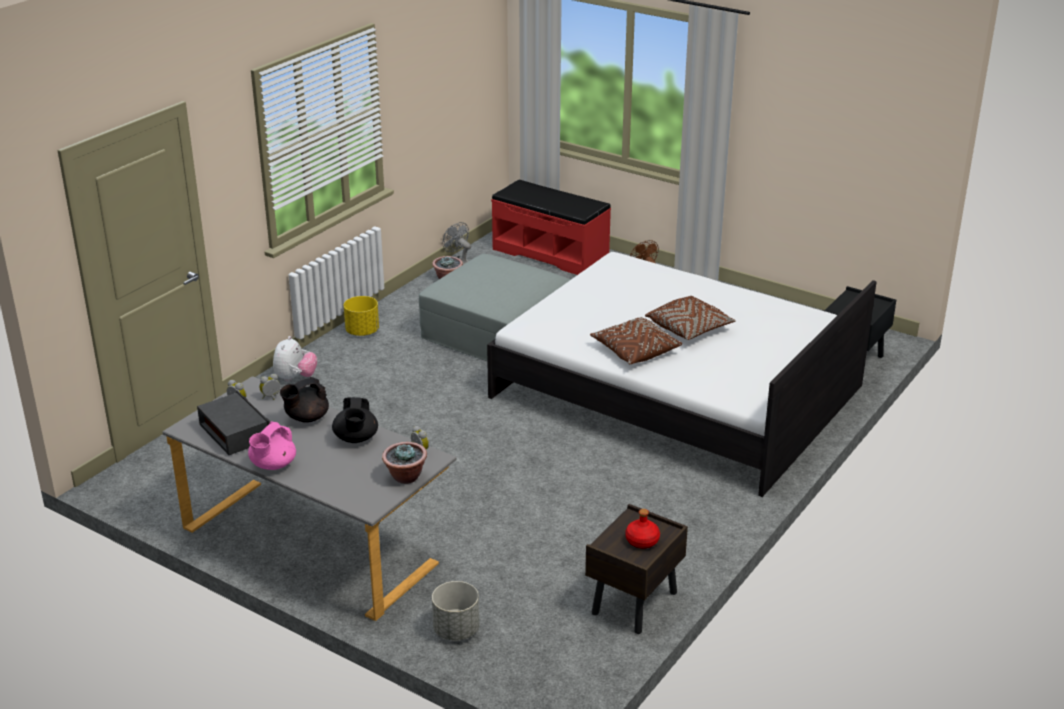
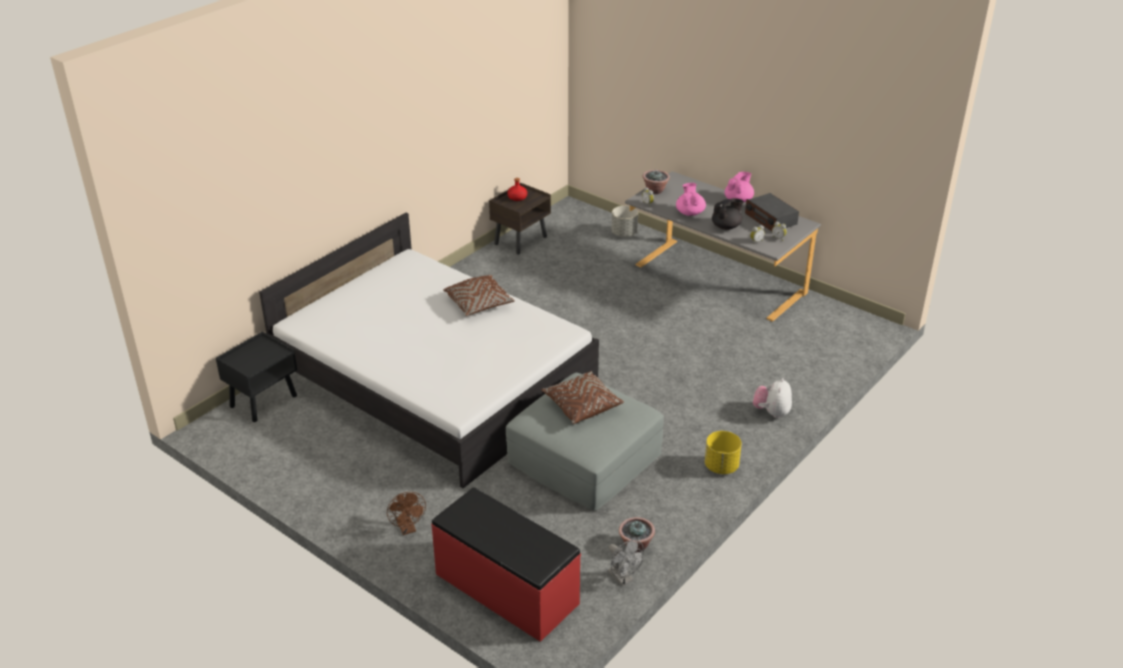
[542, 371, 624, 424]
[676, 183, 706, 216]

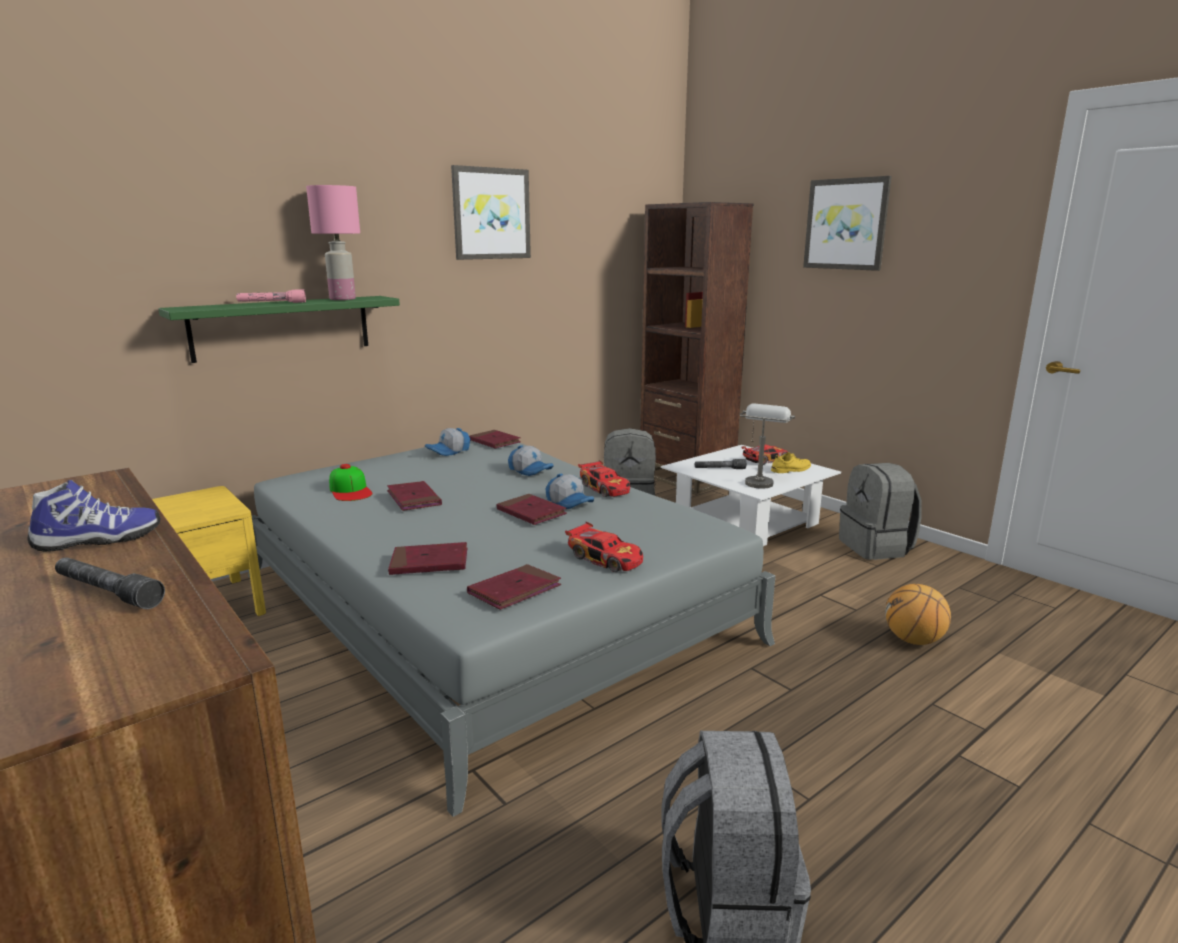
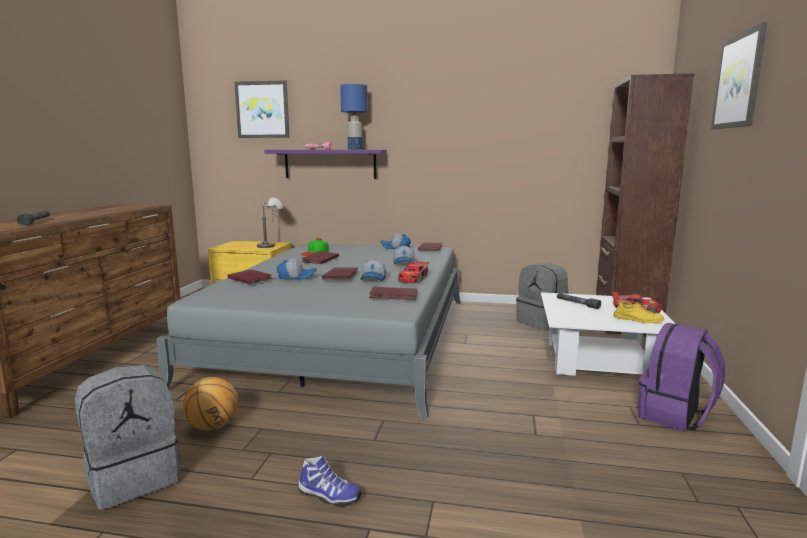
[565, 522, 643, 572] (first image)
[277, 259, 317, 280]
[298, 456, 362, 507]
[234, 80, 290, 138]
[369, 287, 418, 300]
[257, 198, 283, 248]
[183, 377, 238, 430]
[264, 150, 387, 179]
[340, 84, 368, 149]
[638, 323, 725, 432]

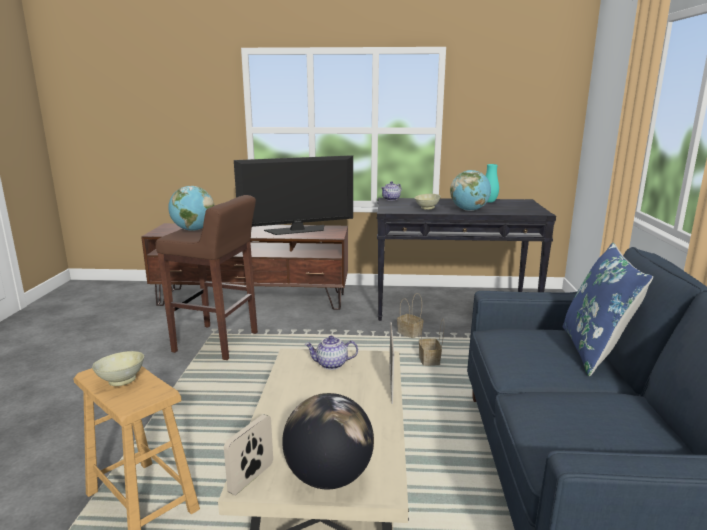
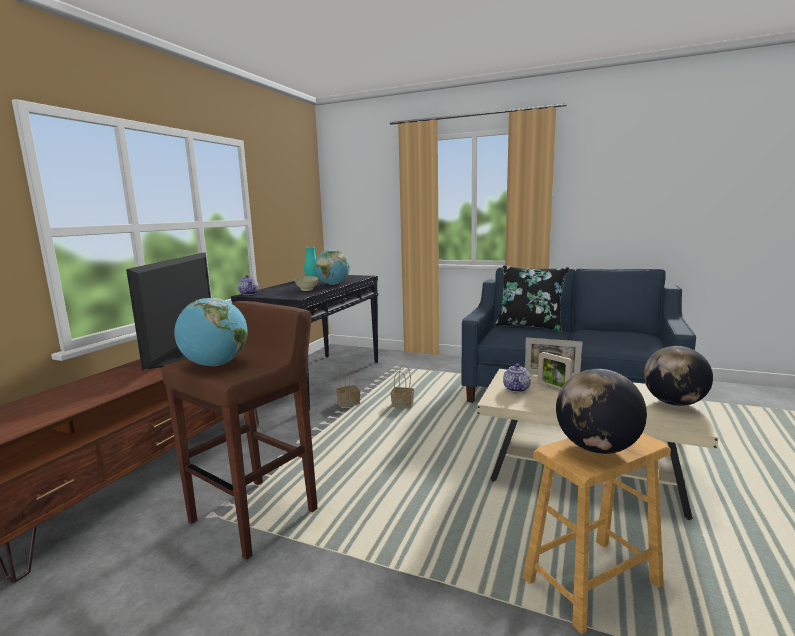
[538, 352, 573, 392]
[556, 369, 647, 454]
[495, 266, 569, 332]

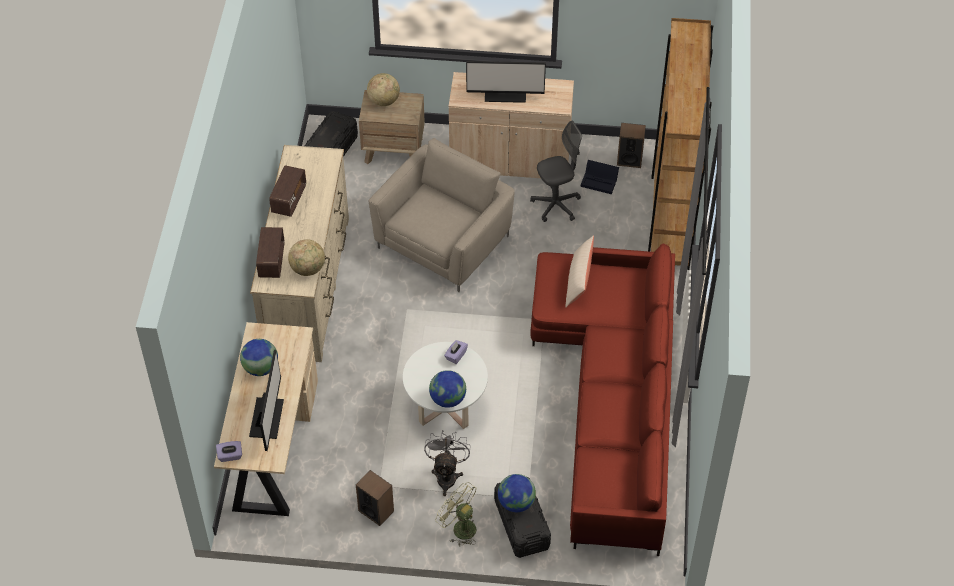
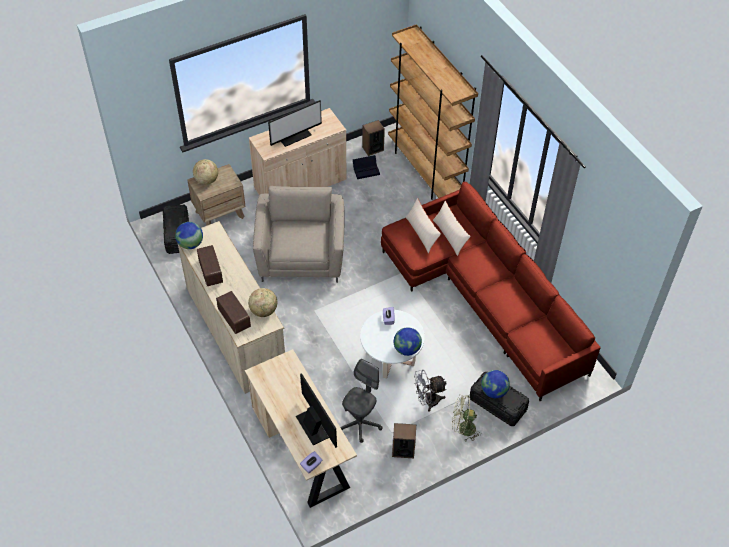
[433, 201, 471, 256]
[175, 222, 203, 249]
[340, 359, 383, 443]
[414, 370, 447, 412]

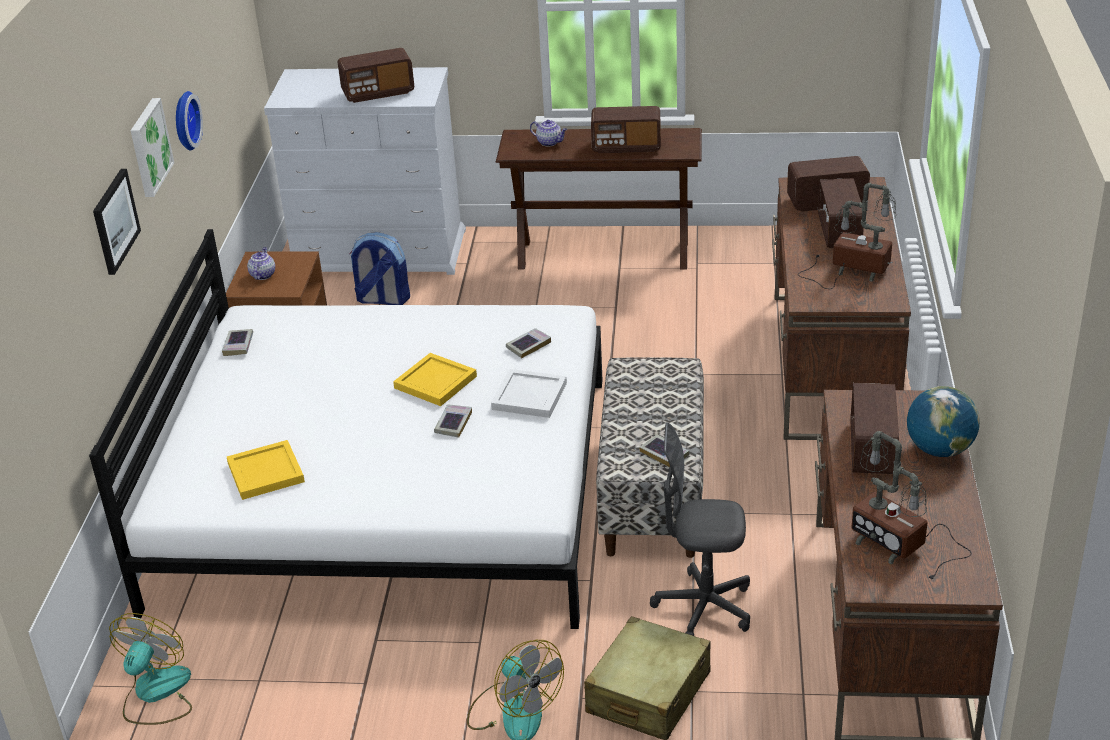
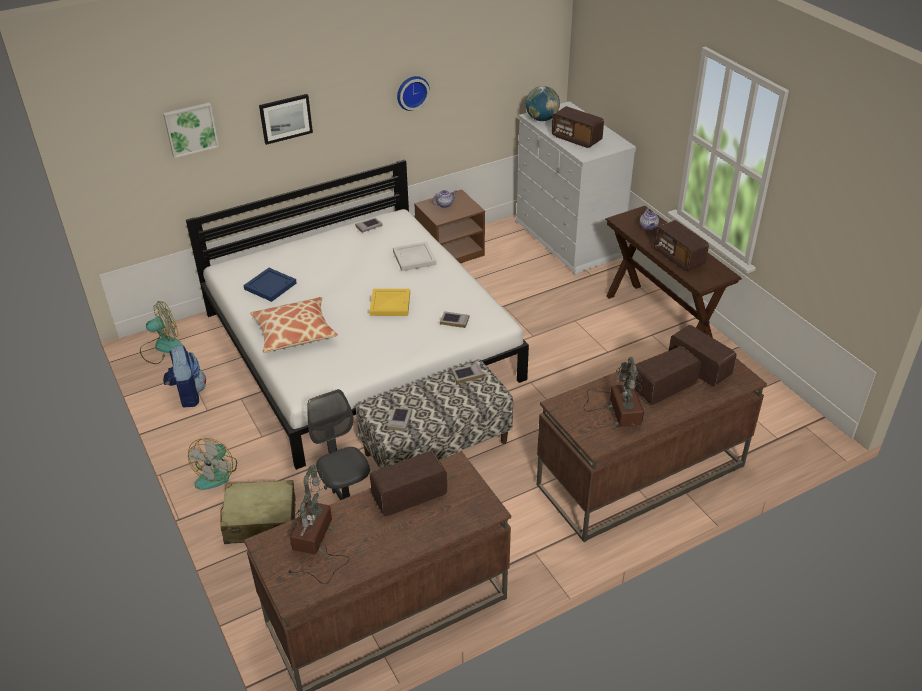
[250, 297, 338, 353]
[163, 103, 219, 158]
[163, 345, 206, 408]
[452, 363, 484, 383]
[393, 242, 436, 271]
[526, 86, 560, 121]
[243, 268, 297, 302]

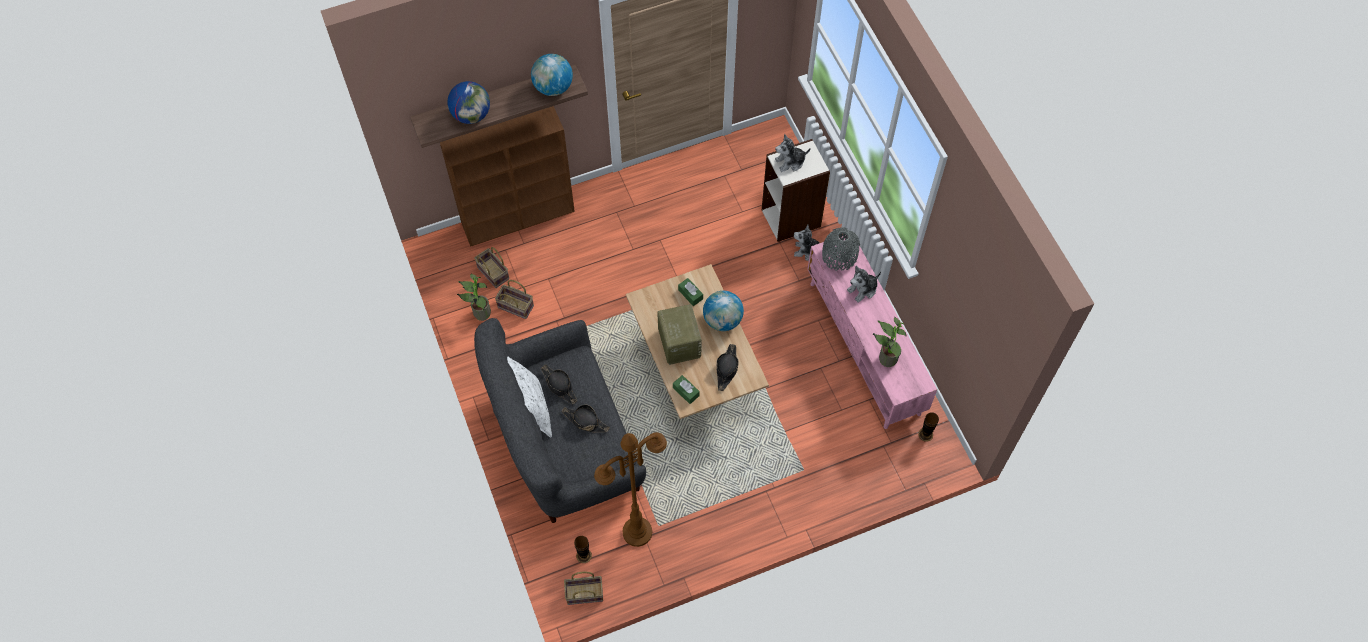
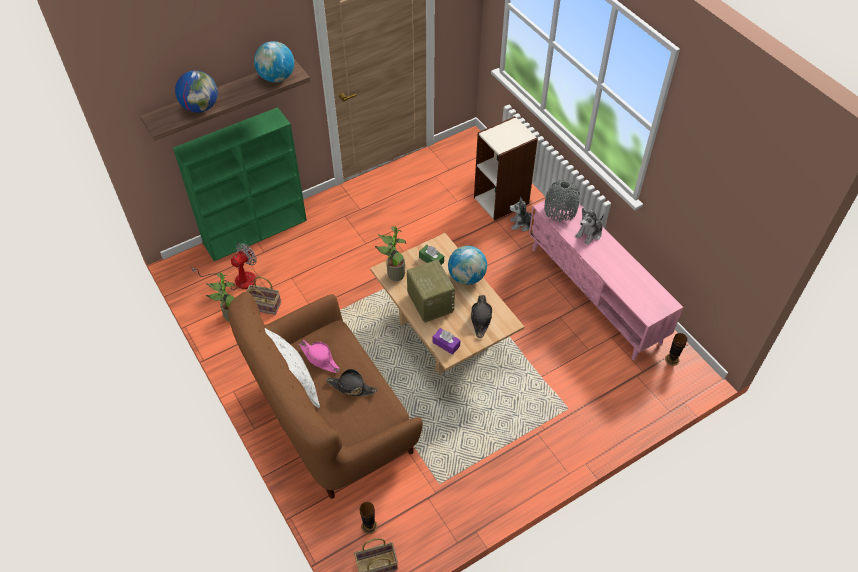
[594, 432, 667, 547] (first image)
[775, 134, 811, 172] (first image)
[375, 226, 406, 281]
[191, 243, 257, 290]
[173, 107, 307, 261]
[228, 292, 423, 499]
[299, 340, 340, 373]
[433, 328, 460, 355]

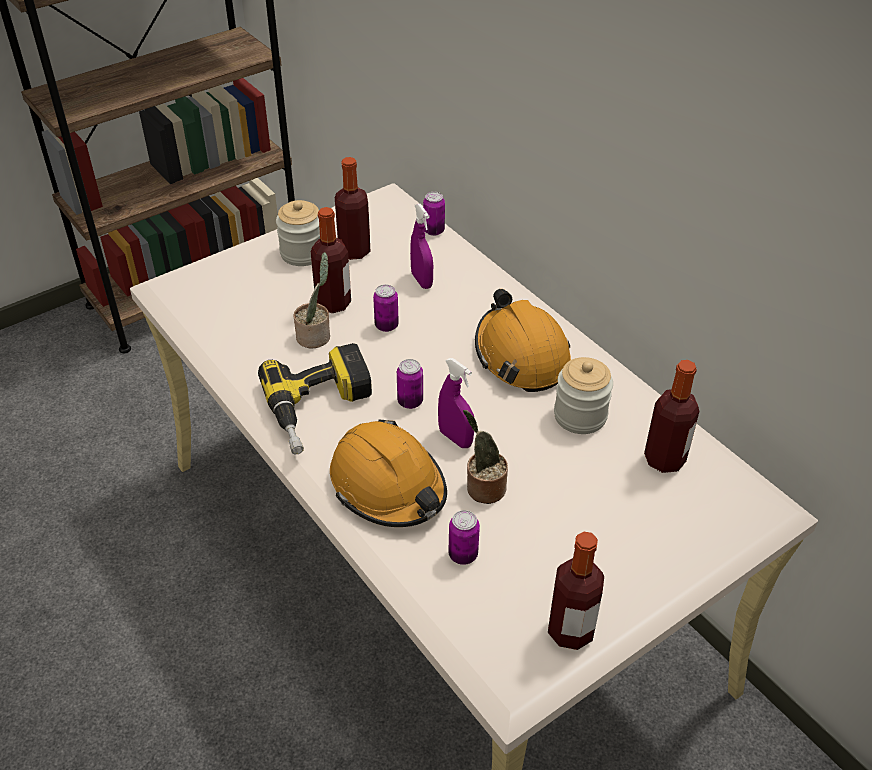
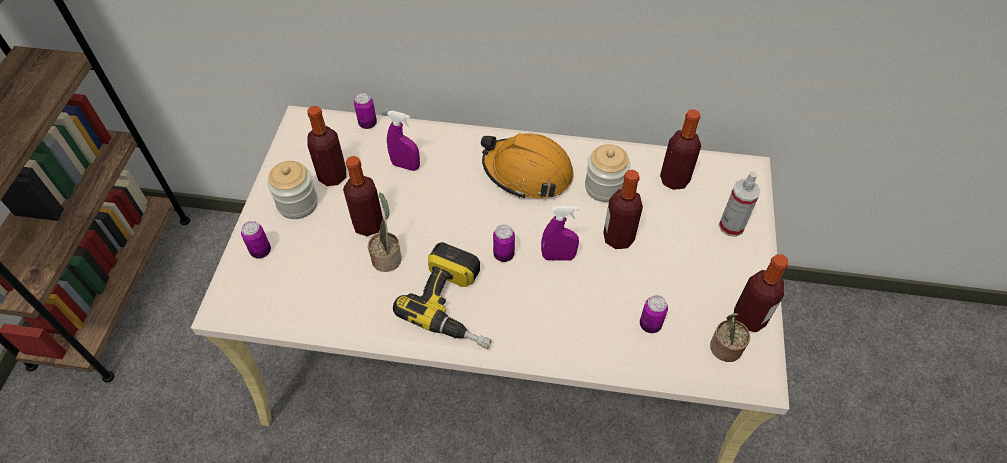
[330, 420, 447, 527] (first image)
[603, 170, 643, 249]
[719, 171, 761, 237]
[241, 221, 271, 258]
[710, 313, 750, 362]

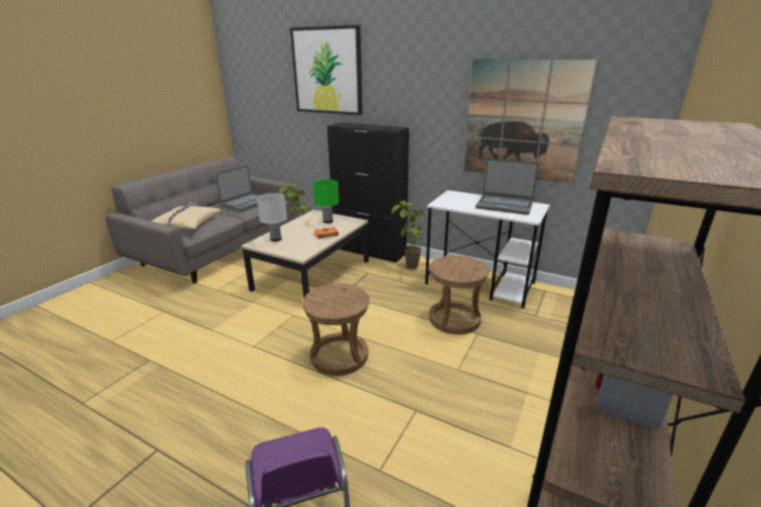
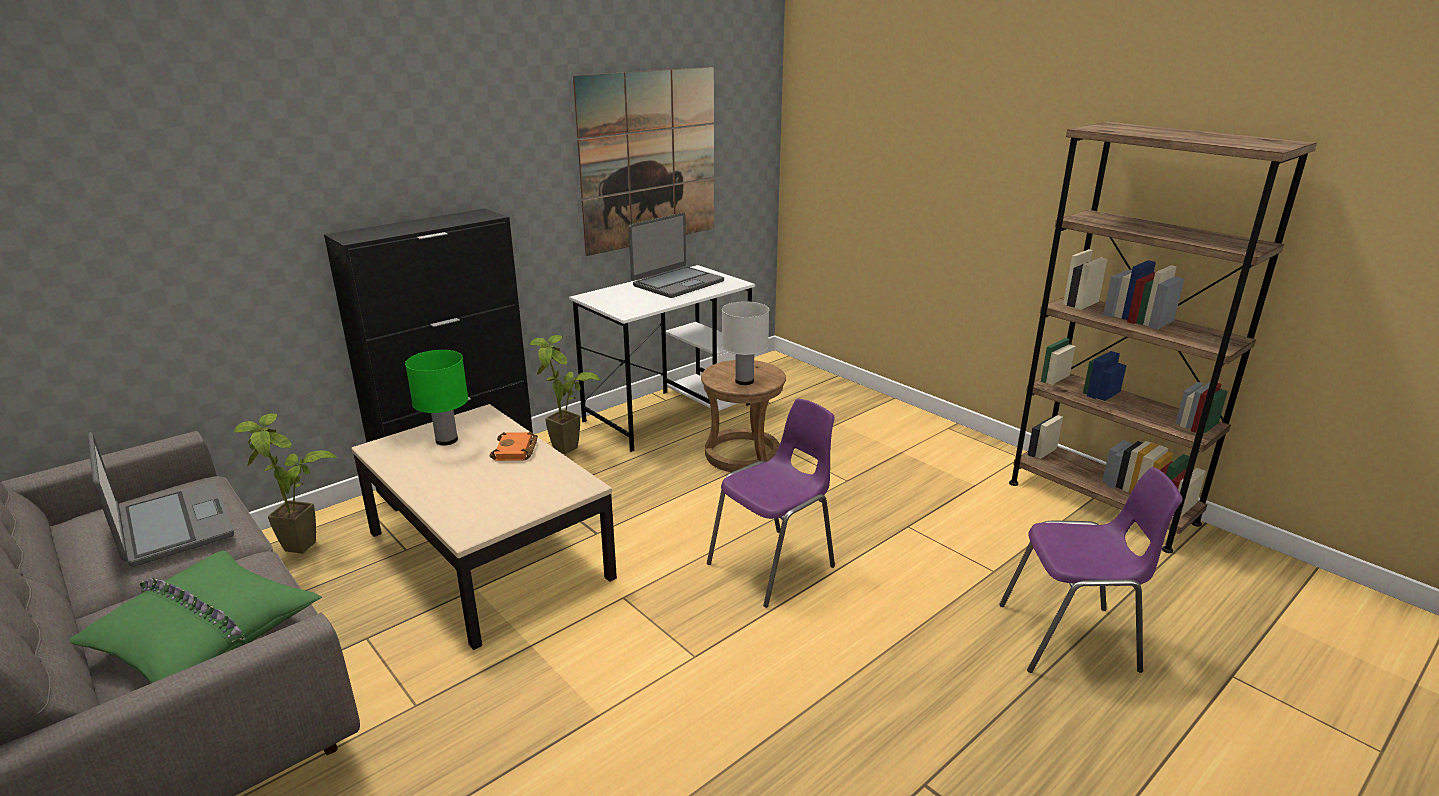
[290, 25, 362, 115] (first image)
[722, 301, 769, 385]
[707, 399, 835, 608]
[69, 551, 322, 684]

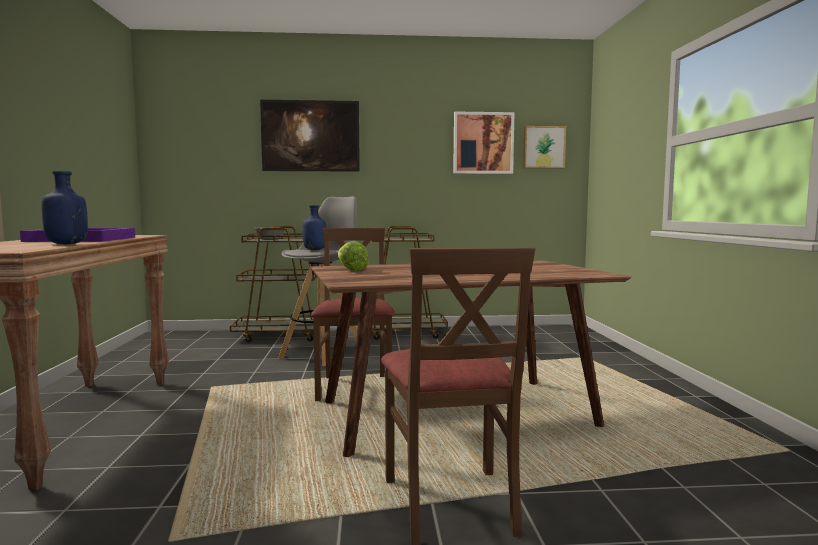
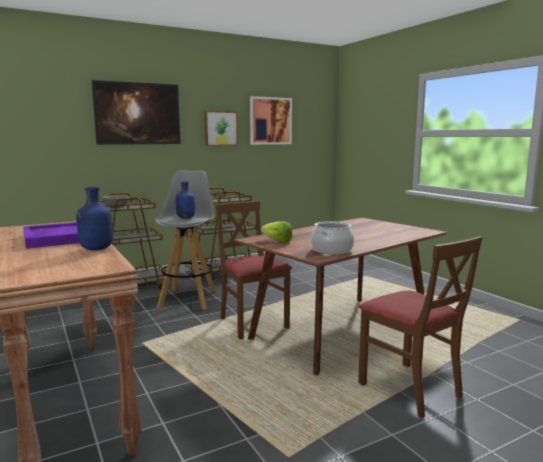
[311, 221, 354, 255]
[205, 111, 238, 146]

